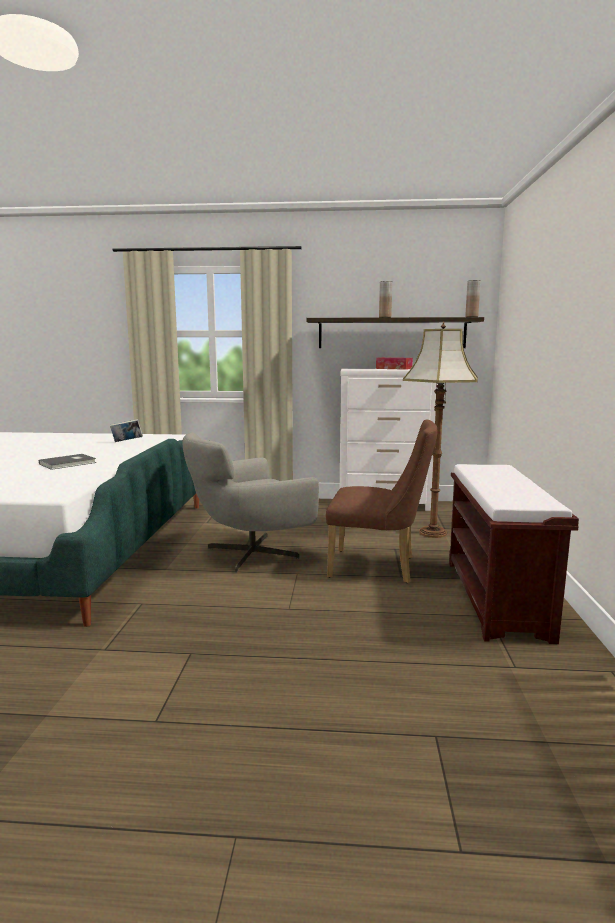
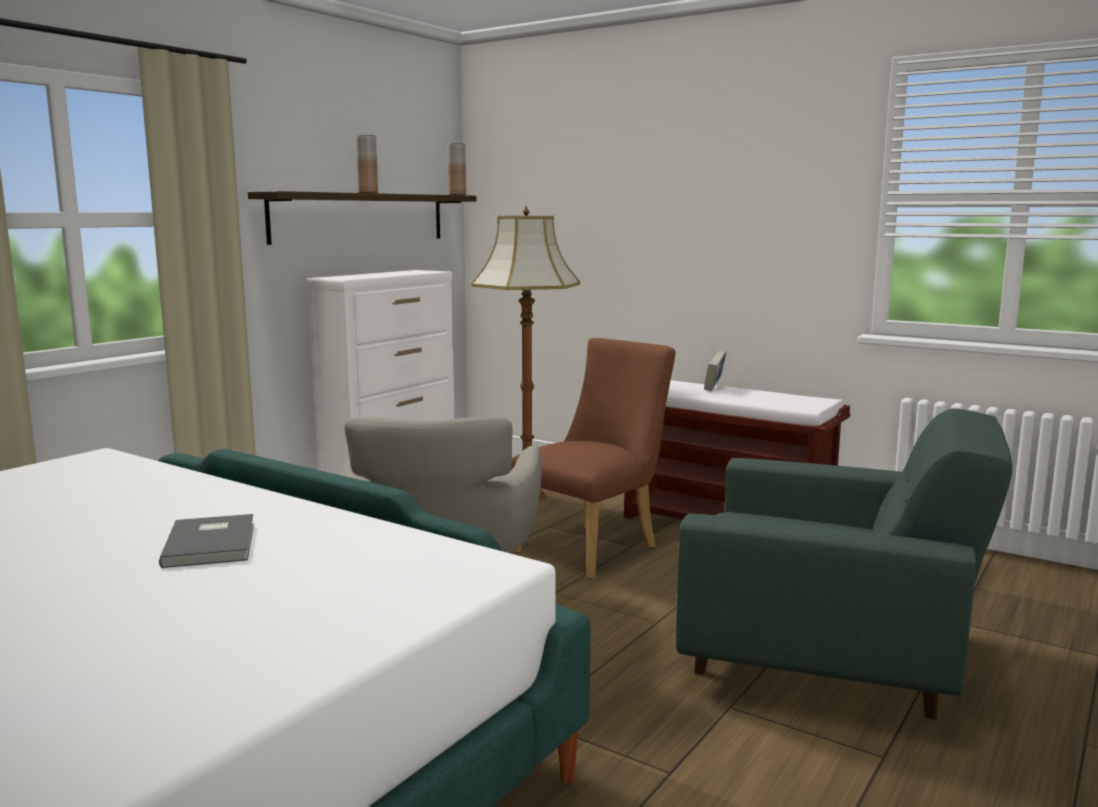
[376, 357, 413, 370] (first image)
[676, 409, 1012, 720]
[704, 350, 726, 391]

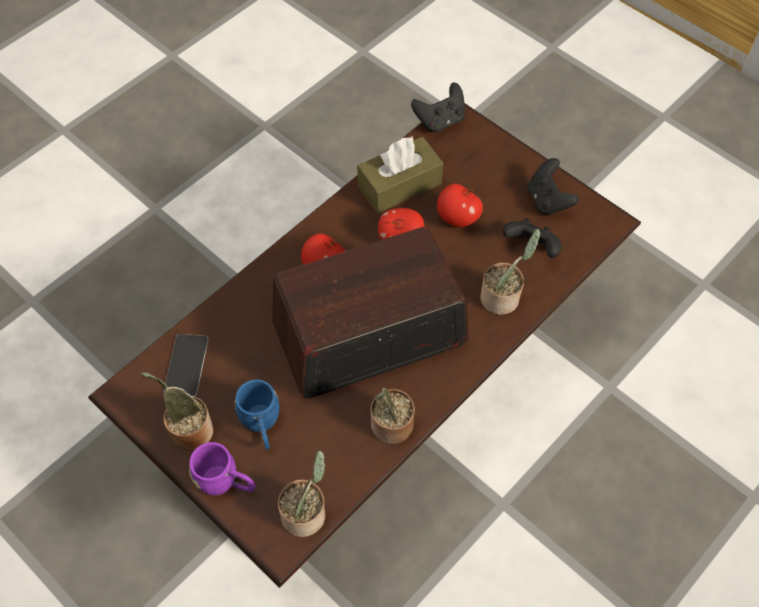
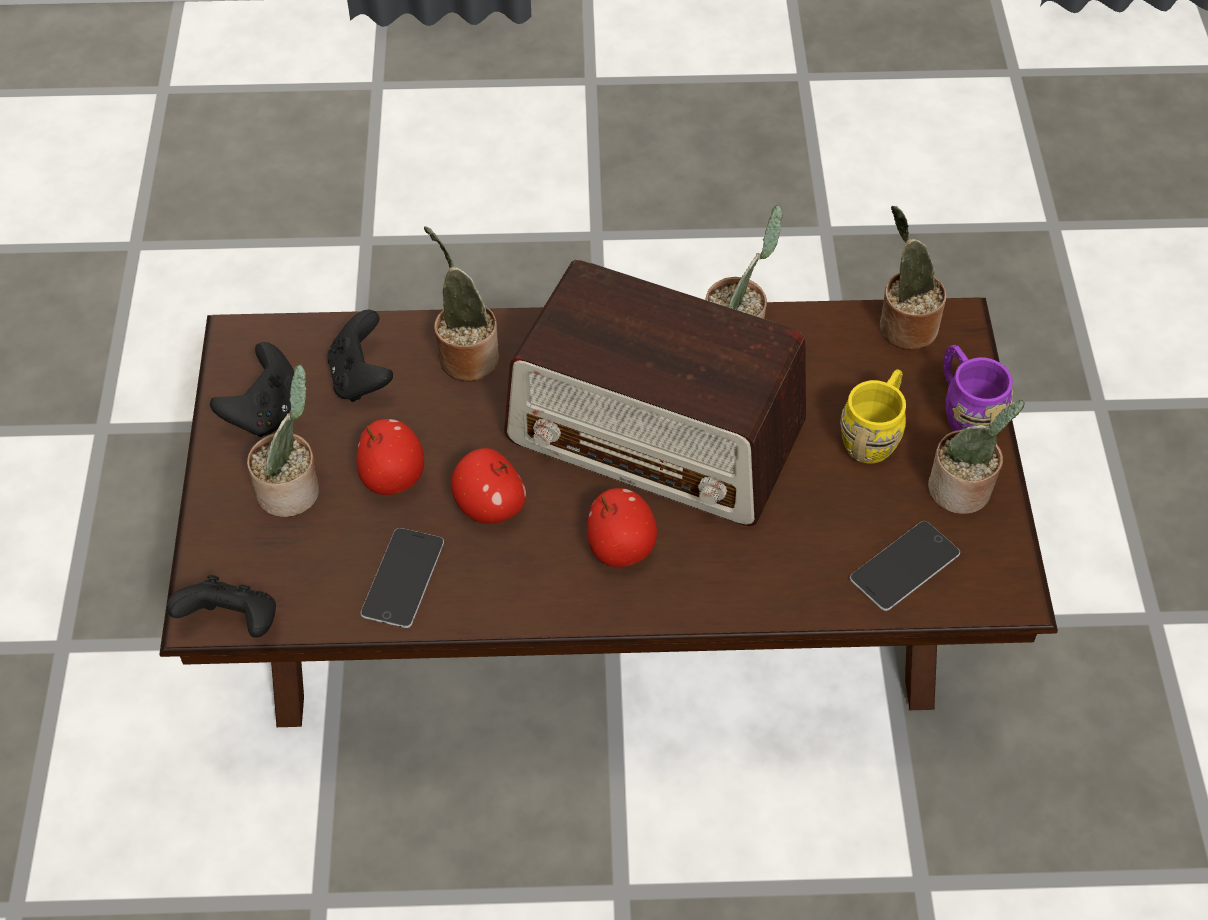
[247, 365, 319, 517]
[360, 528, 444, 628]
[840, 369, 906, 464]

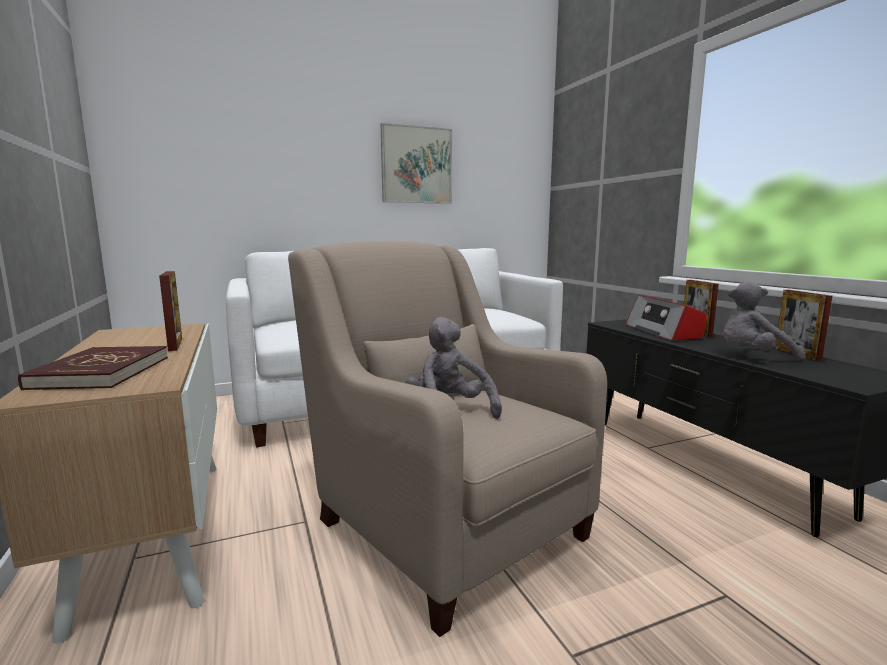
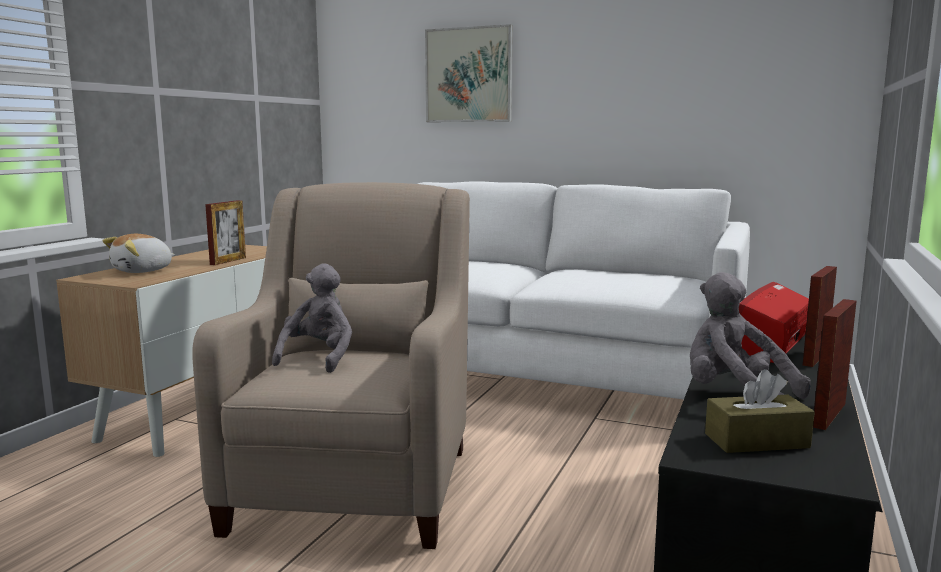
[705, 369, 815, 453]
[425, 24, 513, 122]
[102, 234, 175, 273]

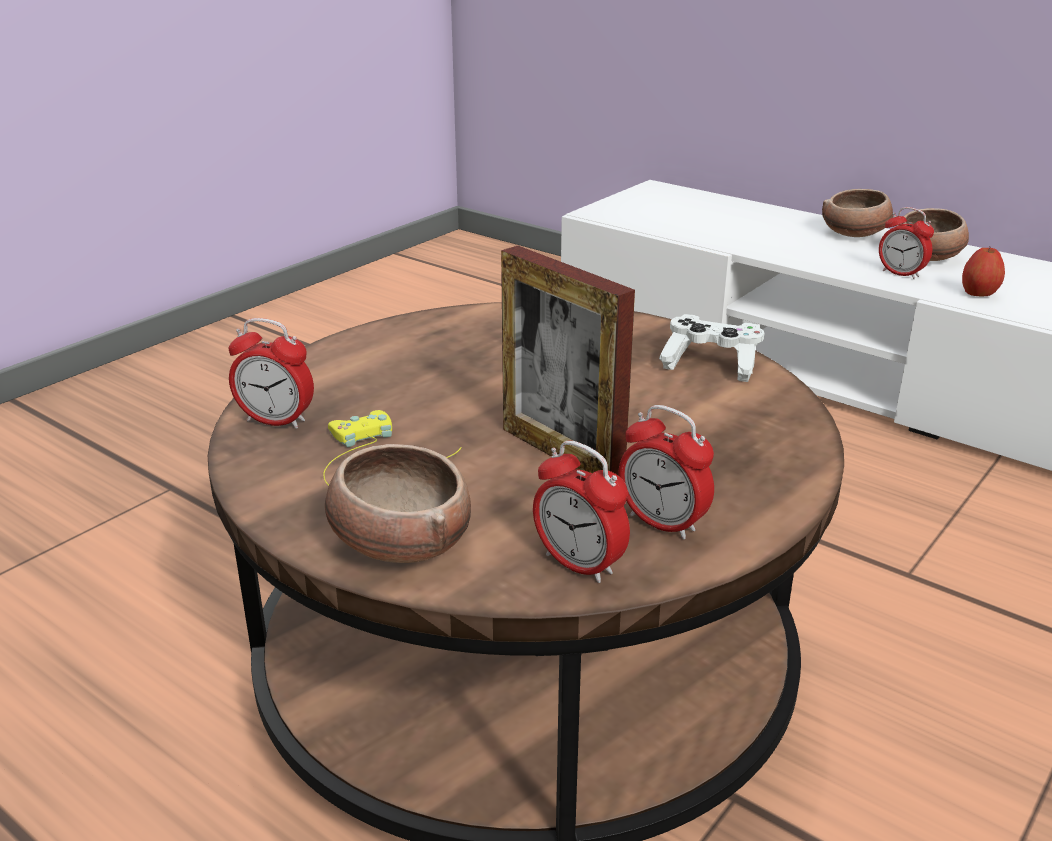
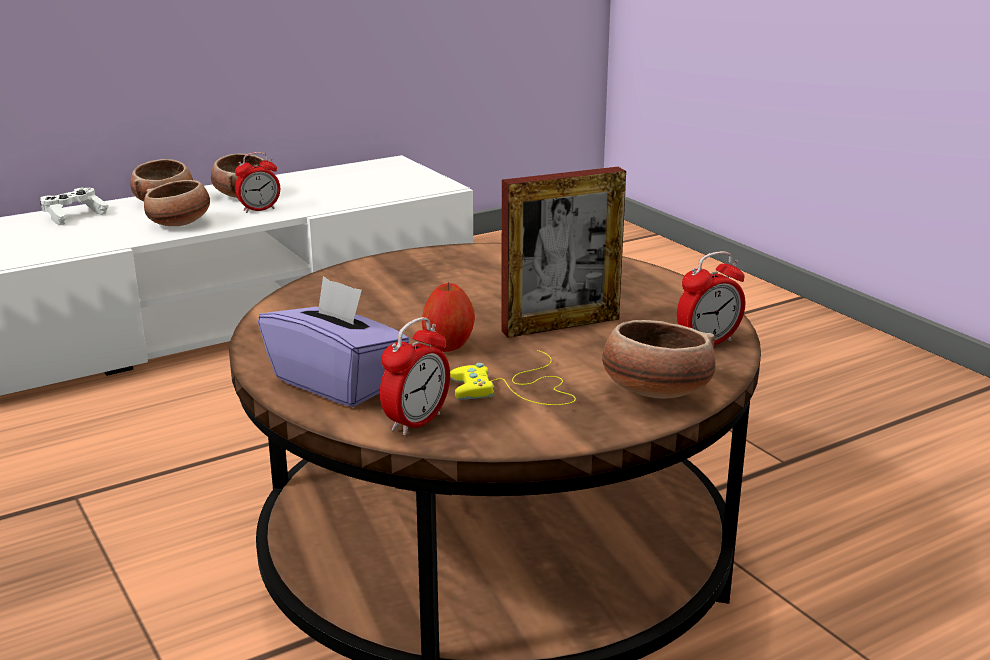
[618, 405, 714, 540] (first image)
[144, 180, 210, 226]
[258, 276, 410, 407]
[40, 188, 109, 225]
[422, 282, 475, 352]

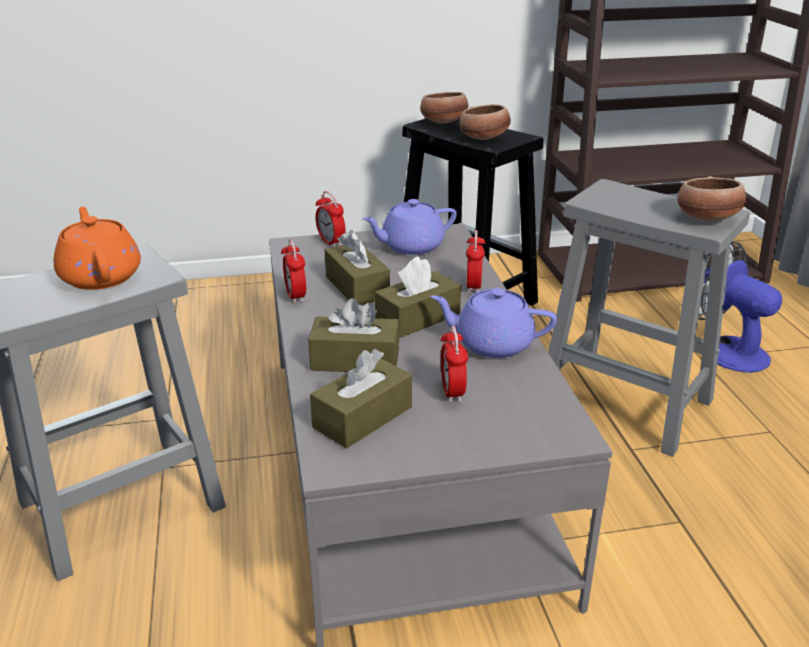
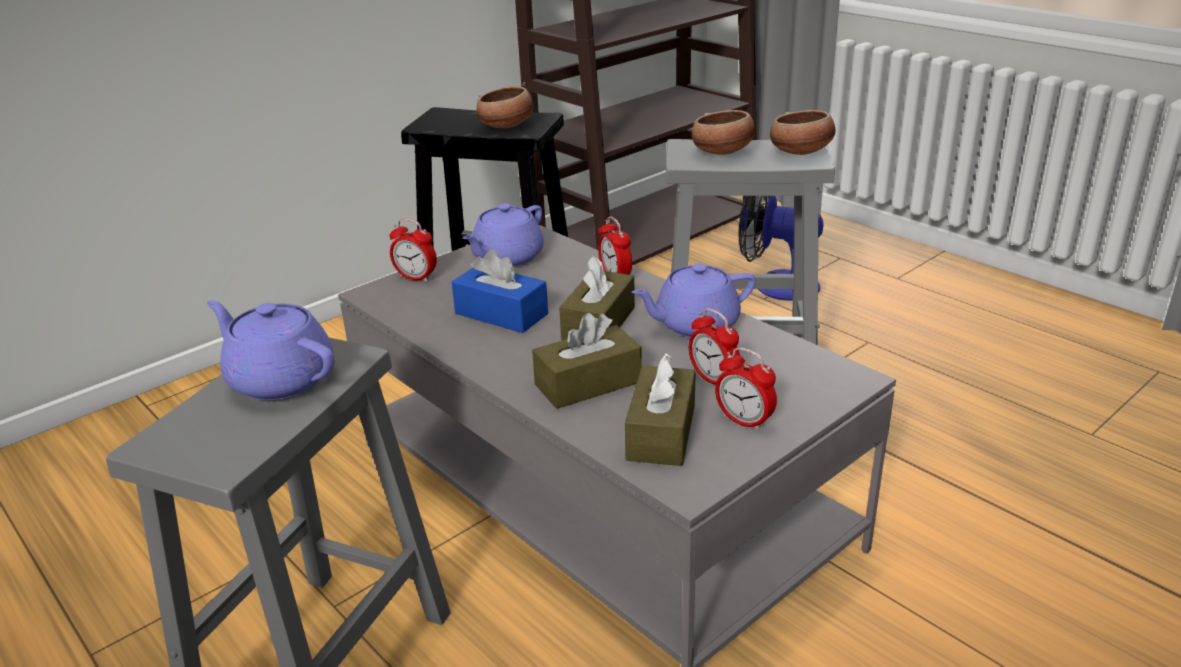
[715, 347, 777, 432]
[692, 110, 756, 155]
[207, 300, 335, 400]
[452, 249, 548, 333]

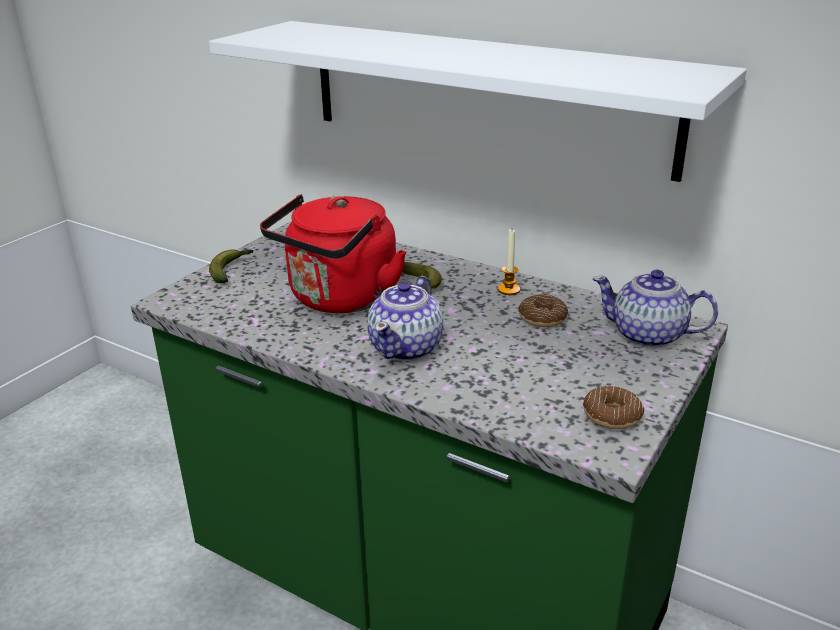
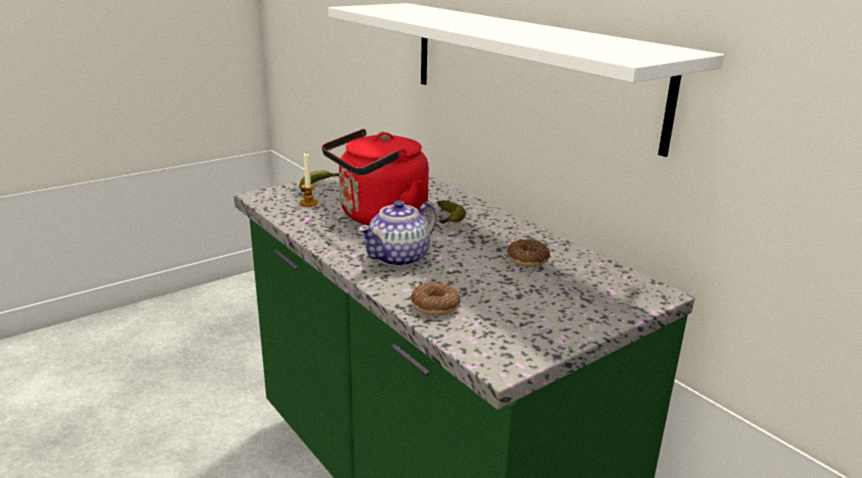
[592, 270, 718, 348] (first image)
[300, 153, 318, 207]
[411, 282, 460, 316]

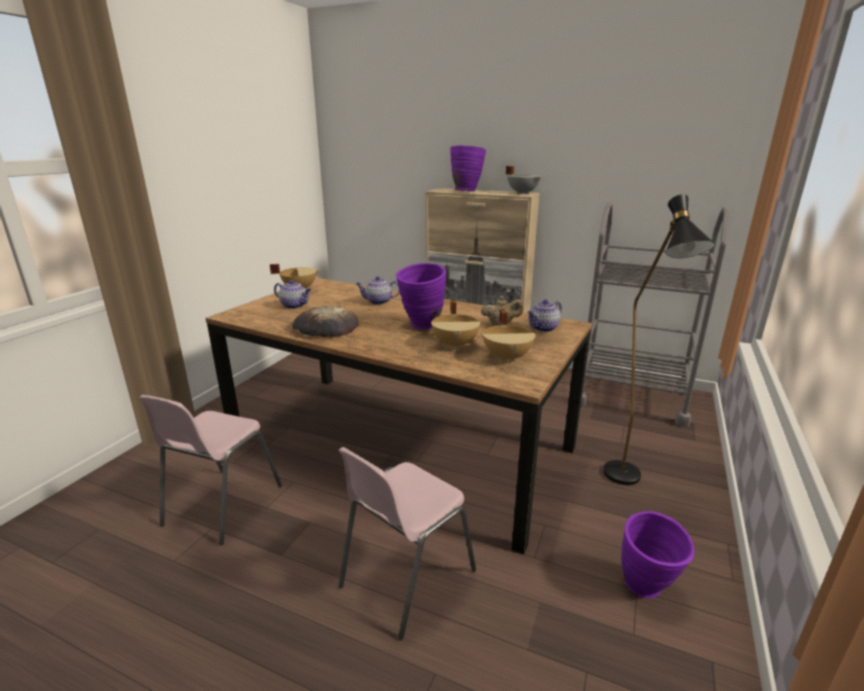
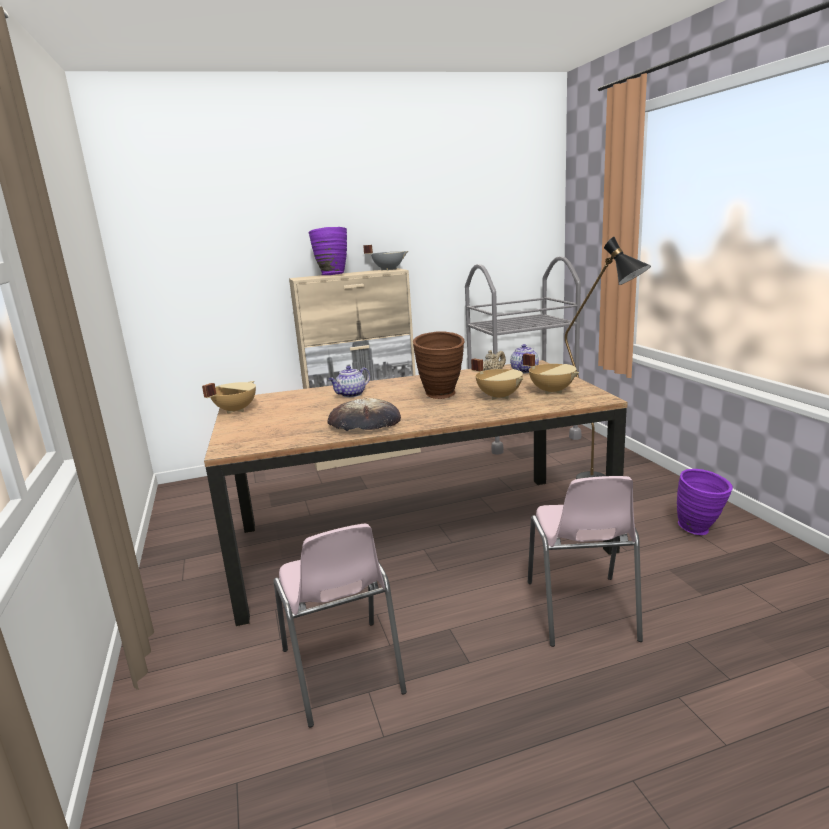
[274, 280, 311, 309] (first image)
[413, 331, 465, 399]

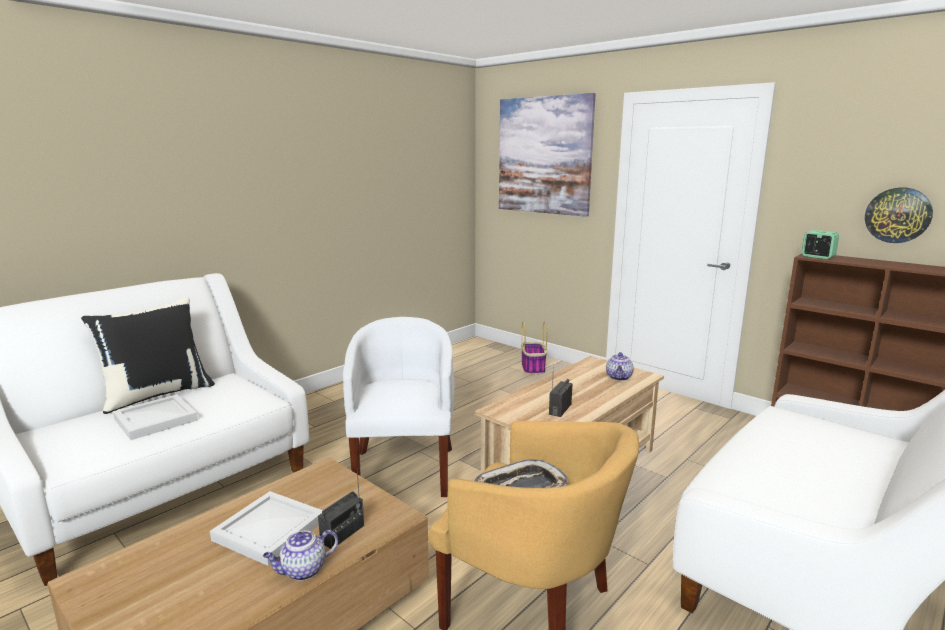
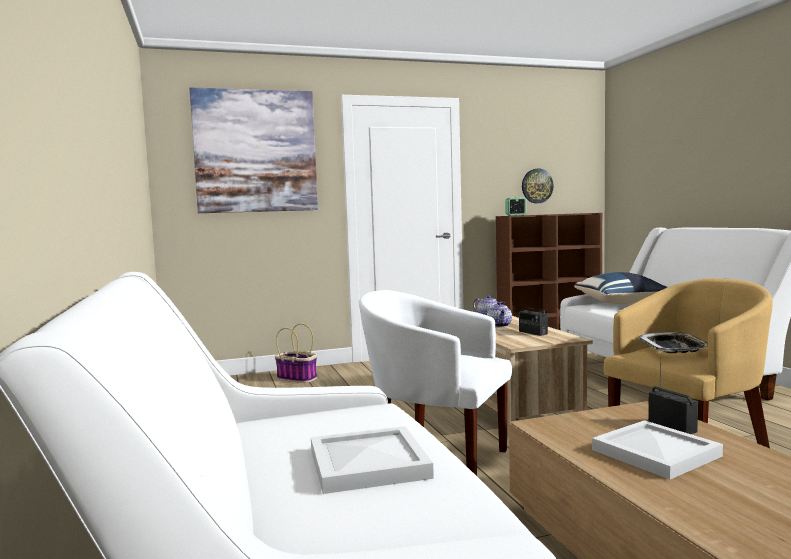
[81, 297, 215, 414] (first image)
[574, 272, 668, 304]
[487, 302, 512, 327]

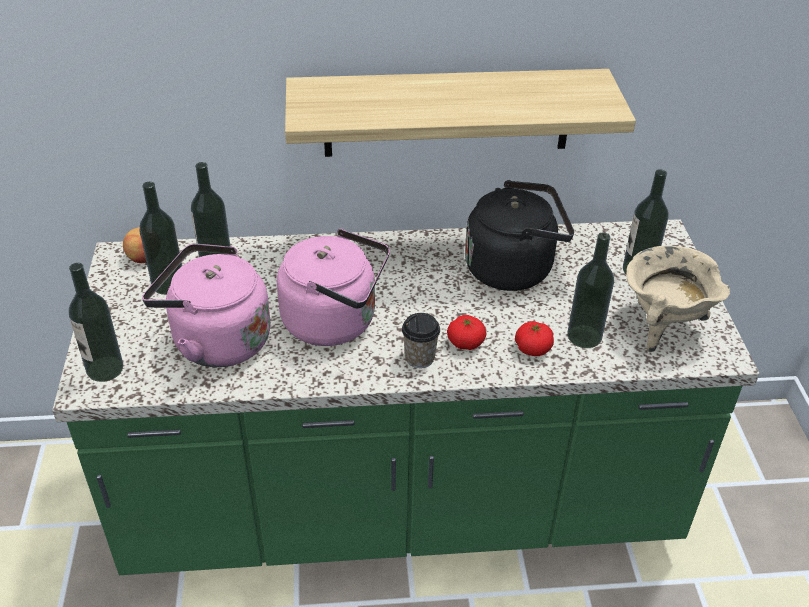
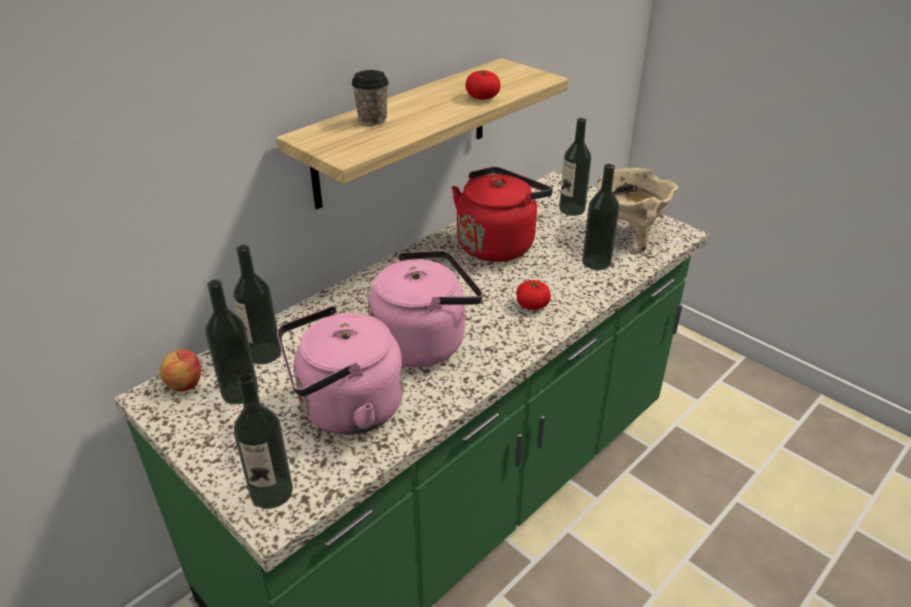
[352, 70, 389, 126]
[465, 70, 501, 100]
[452, 167, 553, 262]

